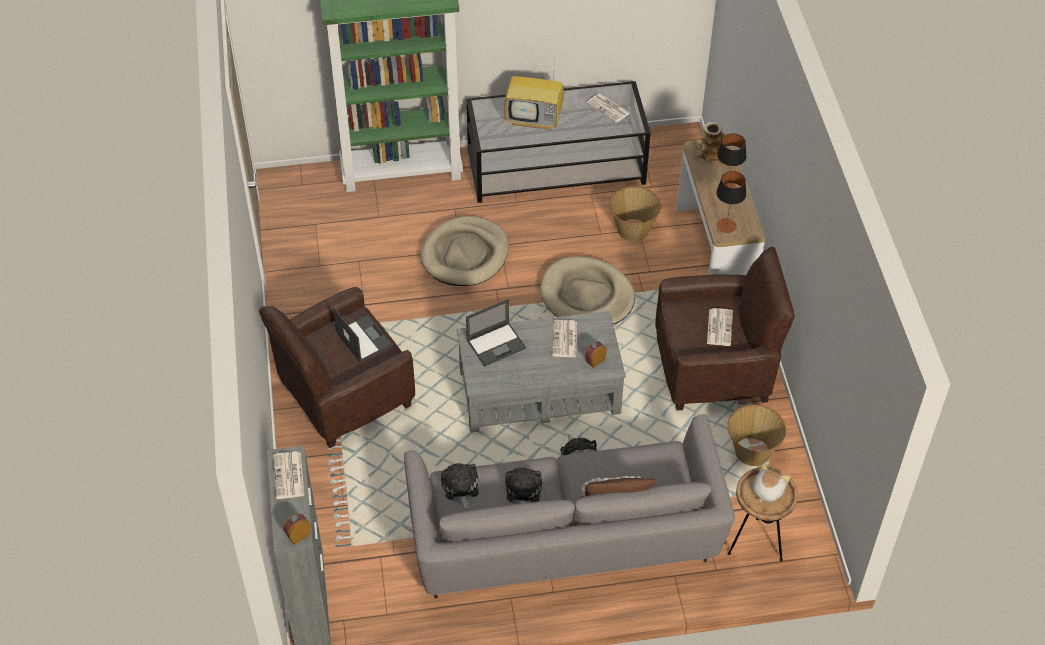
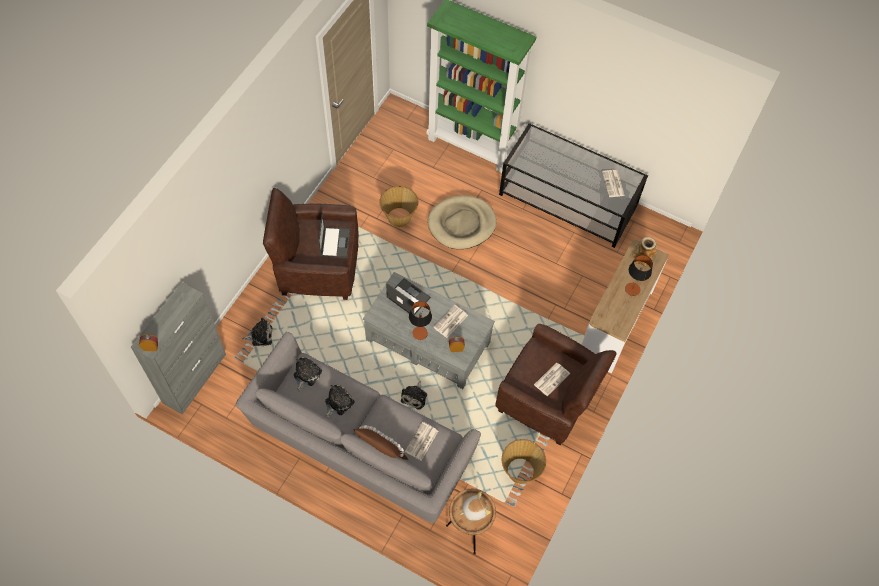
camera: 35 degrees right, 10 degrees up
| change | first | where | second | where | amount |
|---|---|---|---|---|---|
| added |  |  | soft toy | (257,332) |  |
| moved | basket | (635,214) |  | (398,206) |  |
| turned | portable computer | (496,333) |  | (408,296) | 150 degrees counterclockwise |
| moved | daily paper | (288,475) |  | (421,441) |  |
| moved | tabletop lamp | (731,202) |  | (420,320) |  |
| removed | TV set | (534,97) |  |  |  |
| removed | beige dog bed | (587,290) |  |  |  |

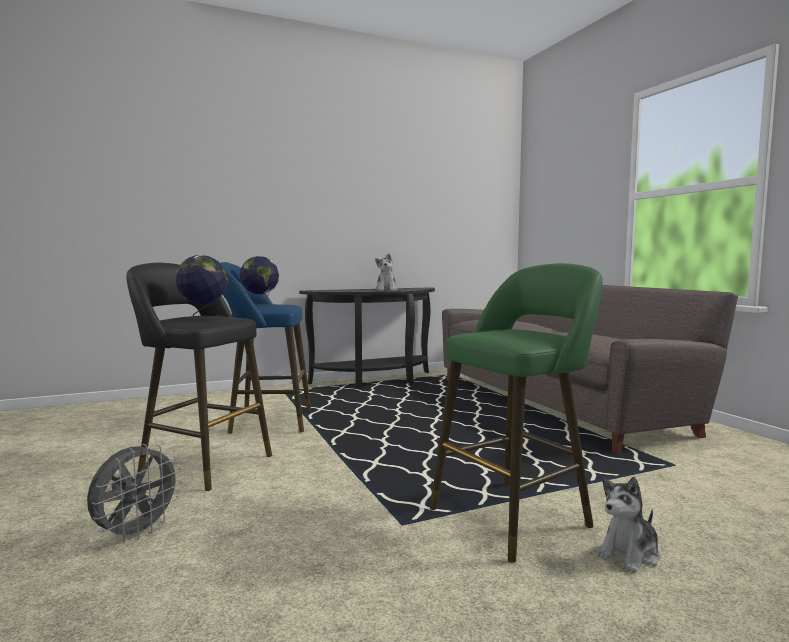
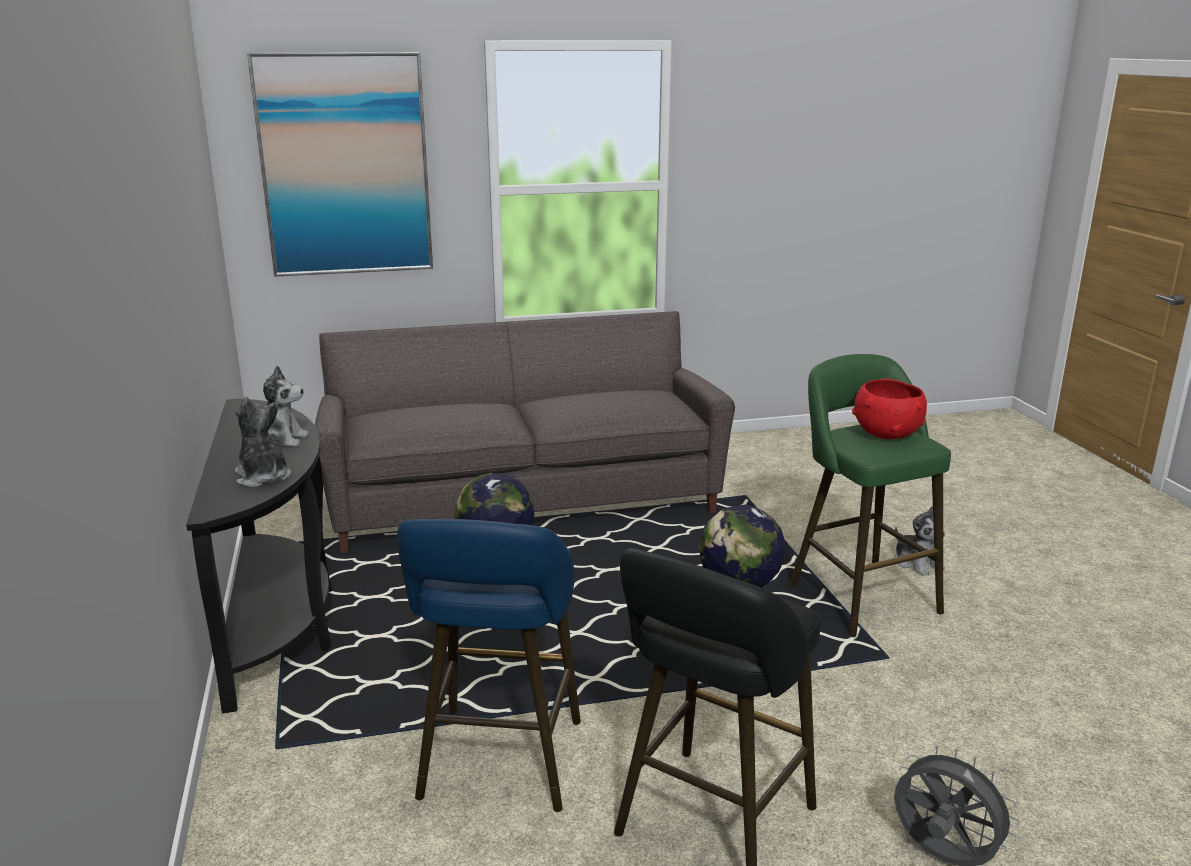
camera: 80 degrees left, 15 degrees up
| change | first | where | second | where | amount |
|---|---|---|---|---|---|
| added |  |  | soft toy | (263,442) |  |
| added |  |  | wall art | (340,164) |  |
| added |  |  | reddish deep dish | (889,409) |  |

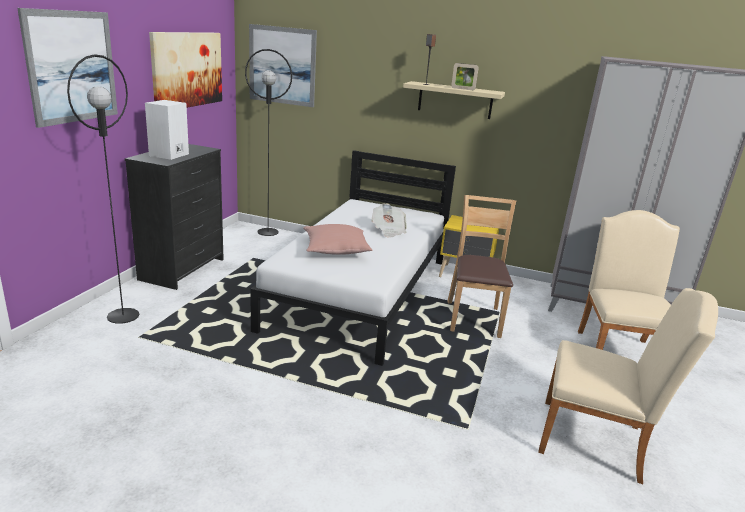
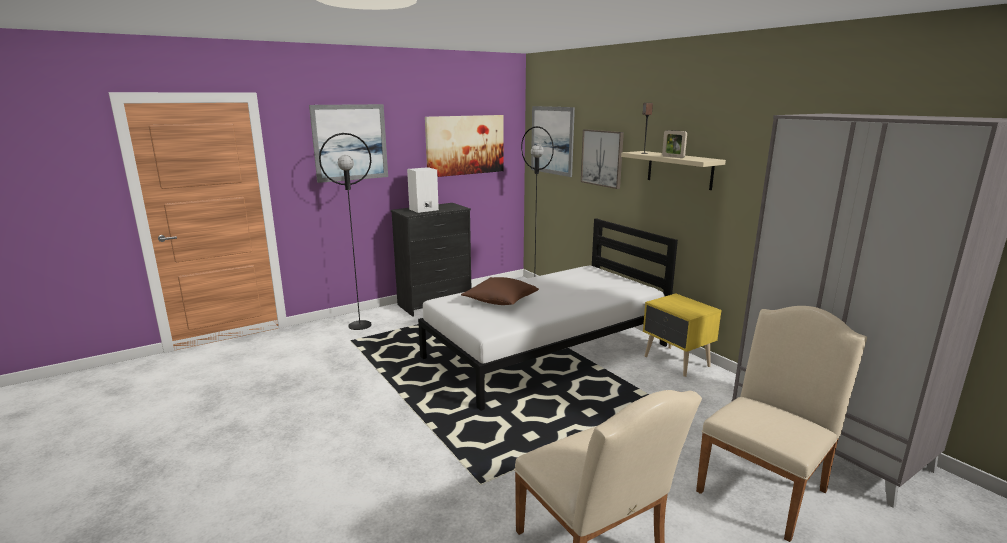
camera: 40 degrees right, 5 degrees down
| change | first | where | second | where | amount |
|---|---|---|---|---|---|
| recoloured | pinkish throw pillow | (338,239) | brown throw pillow | (500,291) |  |
| added |  |  | wall art | (602,159) |  |
| removed | daily paper | (389,221) |  |  |  |
| removed | brown chair | (481,266) |  |  |  |

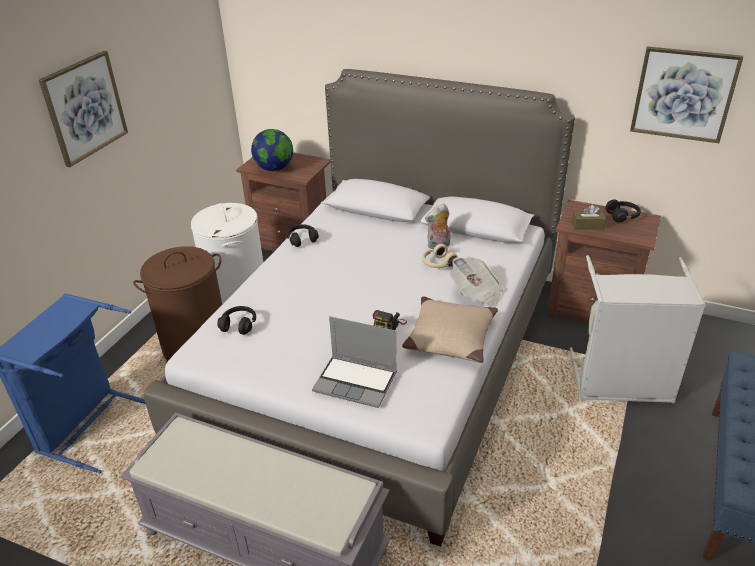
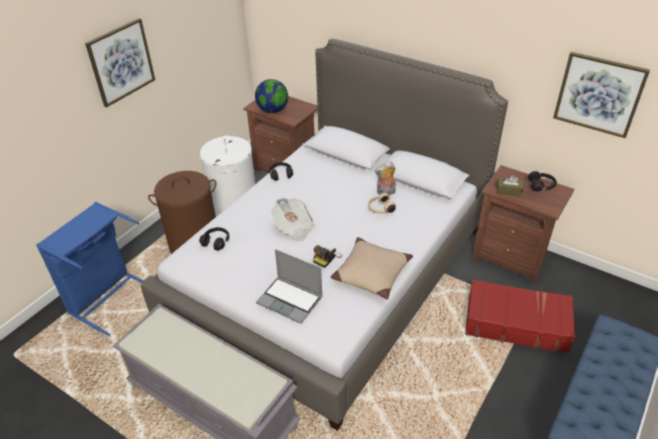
camera: 10 degrees right, 5 degrees up
| change | first | where | second | where | amount |
|---|---|---|---|---|---|
| moved | daily paper | (476,282) |  | (293,219) |  |
| replaced | grey laundry basket | (638,329) | reddish travel case | (520,316) |  |

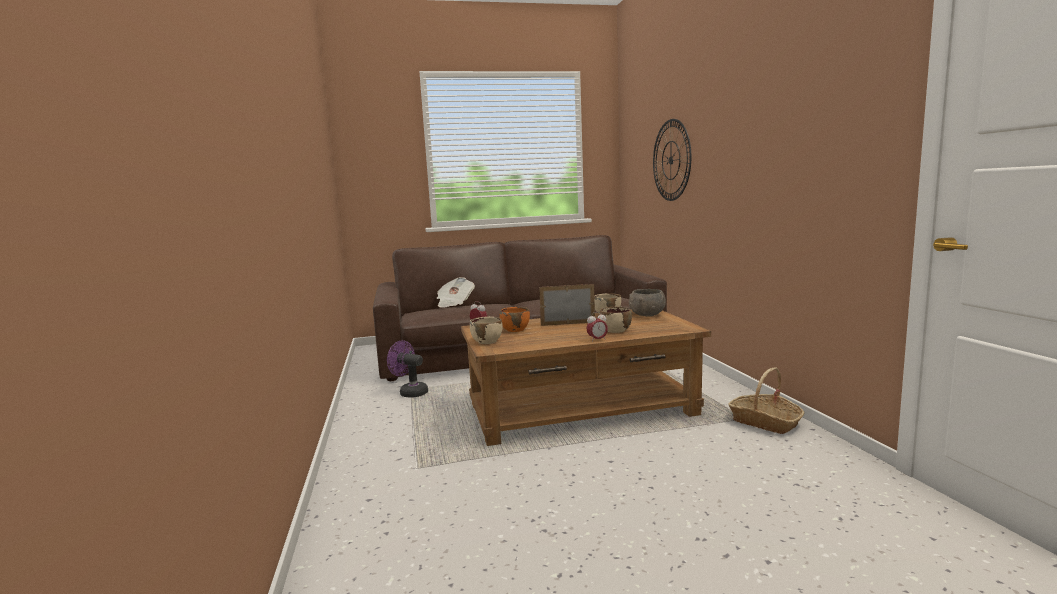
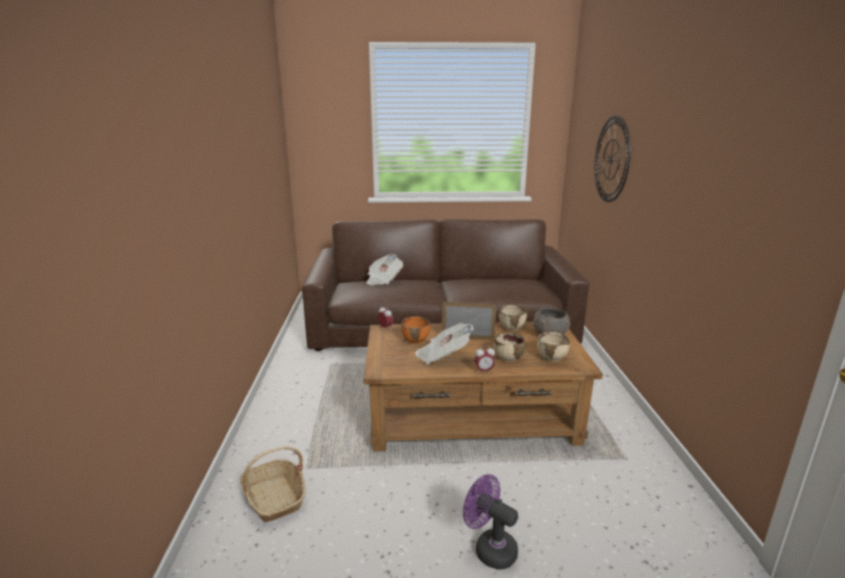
camera: 10 degrees right, 10 degrees up
| change | first | where | second | where | amount |
|---|---|---|---|---|---|
| moved | basket | (766,400) |  | (273,484) |  |
| added |  |  | daily paper | (444,344) |  |
| moved | purplish cooling fan | (407,369) |  | (490,522) |  |
| moved | beige deep dish | (486,330) |  | (553,346) |  |

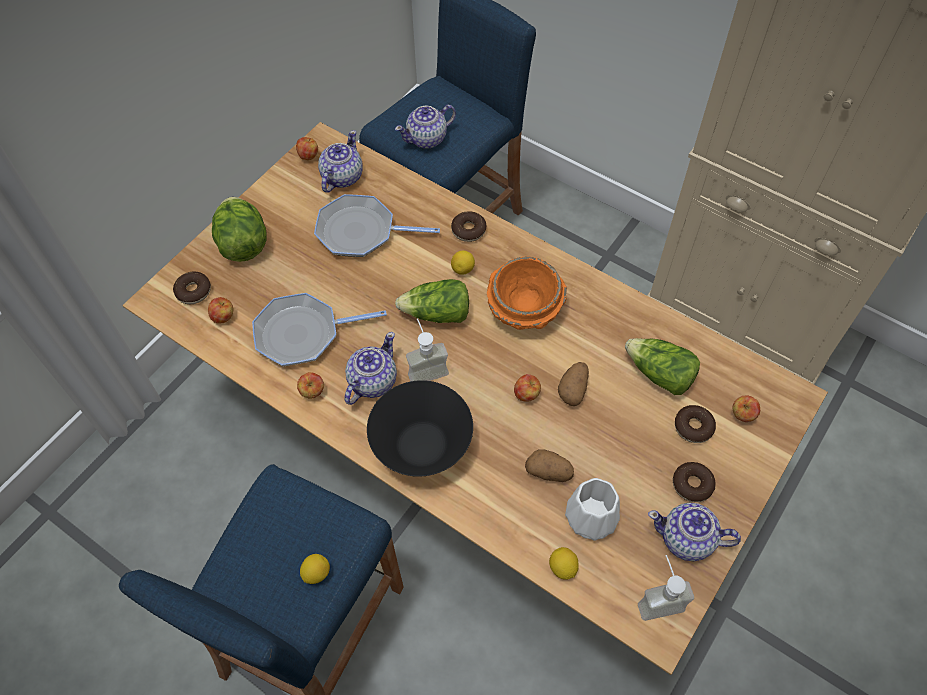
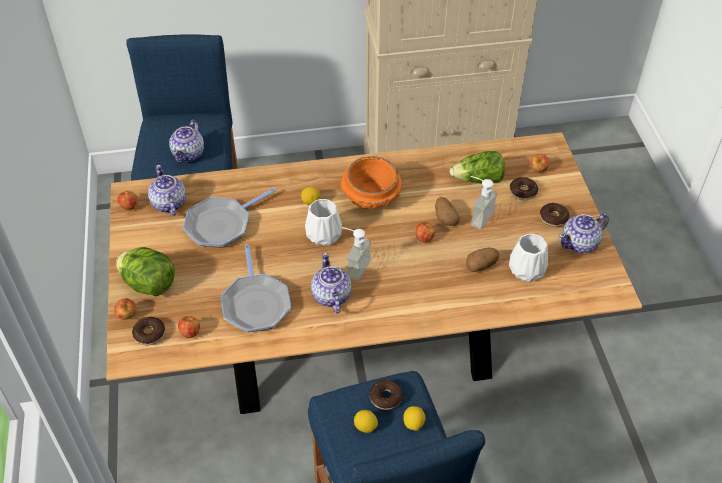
camera: 45 degrees left, 10 degrees down
| change | first | where | second | where | amount |
|---|---|---|---|---|---|
| moved | apple fruit | (310,385) |  | (125,309) |  |
| turned | skillet | (319,329) |  | (256,288) | 45 degrees counterclockwise |
| replaced | lettuce | (432,301) | white-coloured decorative vase | (323,222) |  |
| moved | citrus fruit | (564,563) |  | (366,421) |  |
| moved | doughnut | (468,226) |  | (386,394) |  |
| moved | soap dispenser | (666,588) |  | (484,203) |  |
| removed | blackish deep dish | (420,428) |  |  |  |

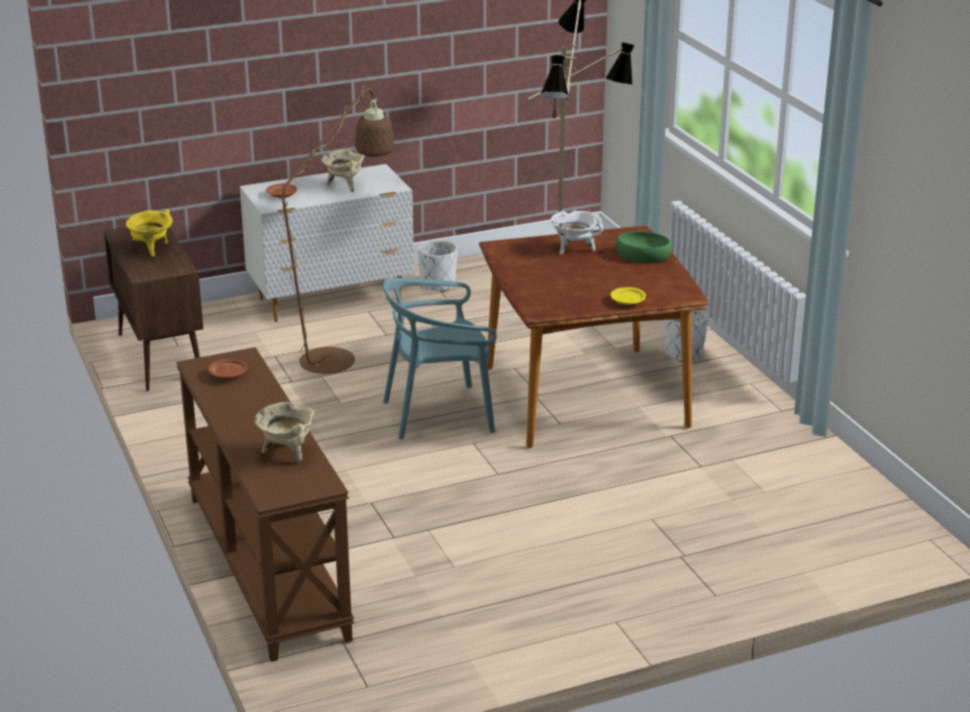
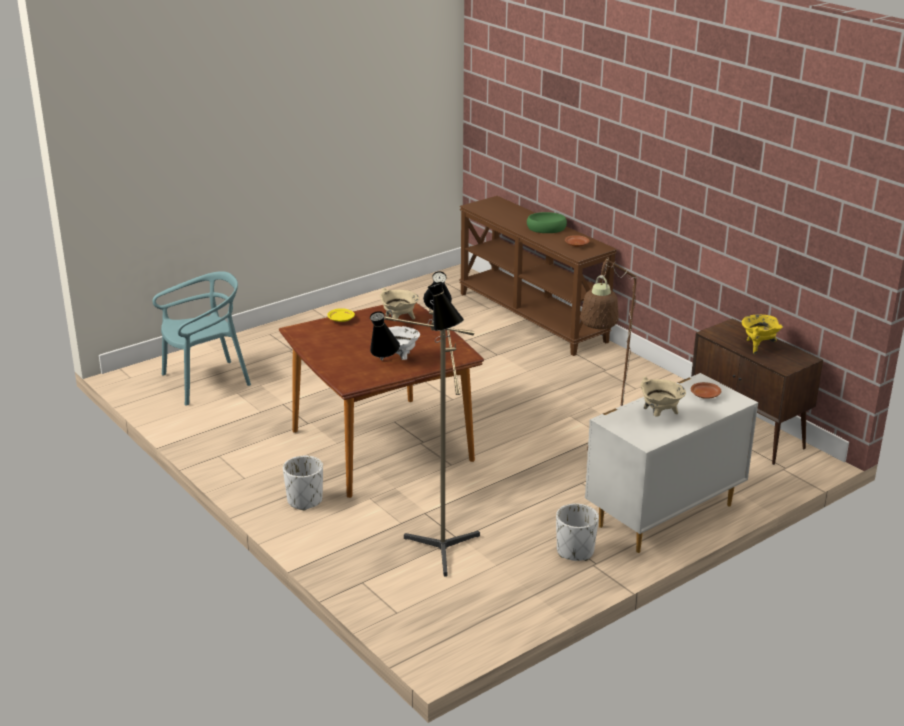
camera: 165 degrees right, 0 degrees up
| change | first | where | second | where | amount |
|---|---|---|---|---|---|
| moved | blue-green chair | (440,359) |  | (201,338) |  |
| moved | beige stockpot | (284,433) |  | (399,303) |  |
| moved | green-coloured deep dish | (643,247) |  | (547,222) |  |

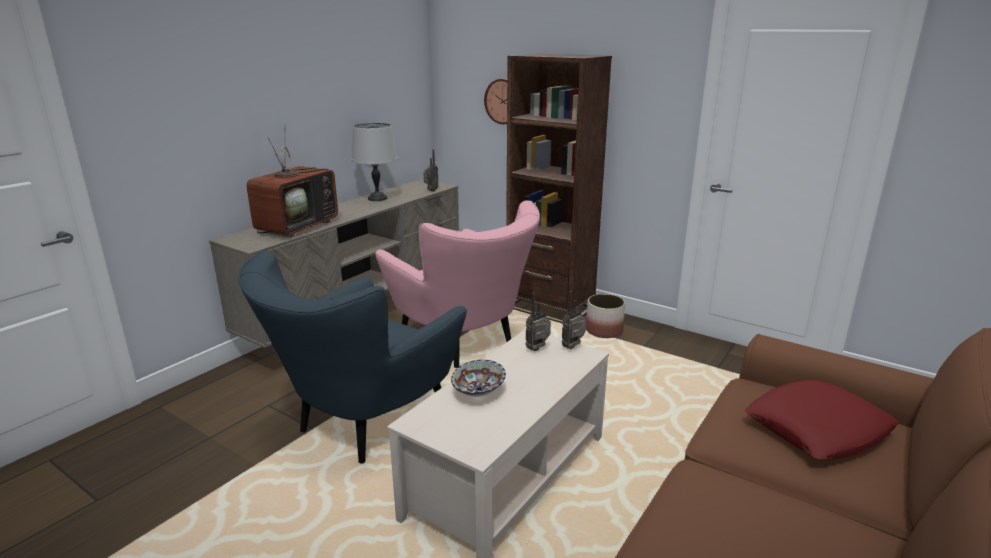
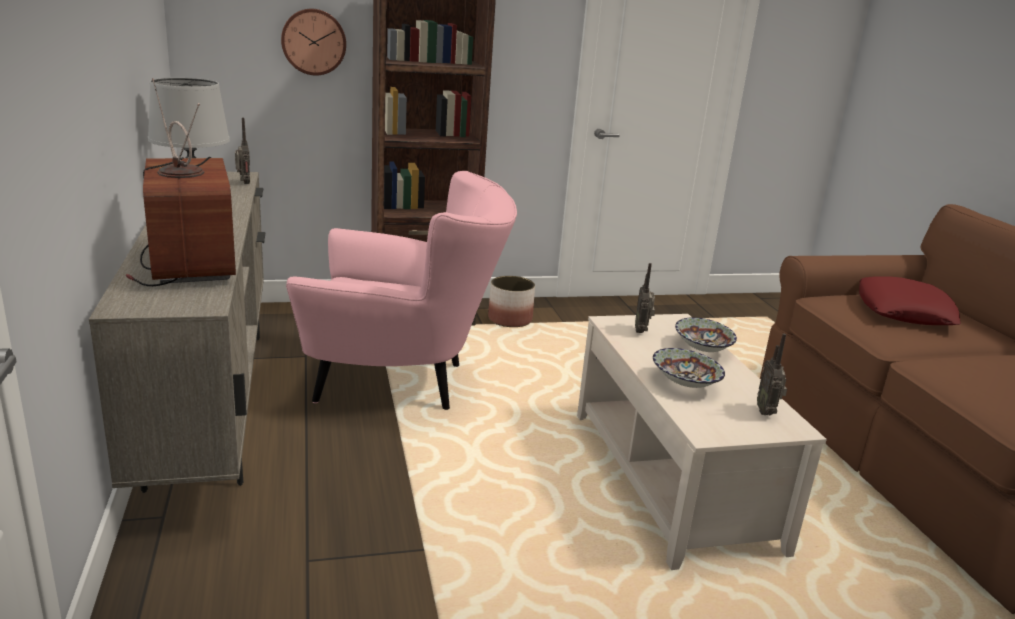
camera: 50 degrees left, 0 degrees up
| change | first | where | second | where | amount |
|---|---|---|---|---|---|
| added |  |  | deep dish | (706,334) |  |
| moved | radio set | (573,320) |  | (772,374) |  |
| removed | bluish armchair | (352,357) |  |  |  |

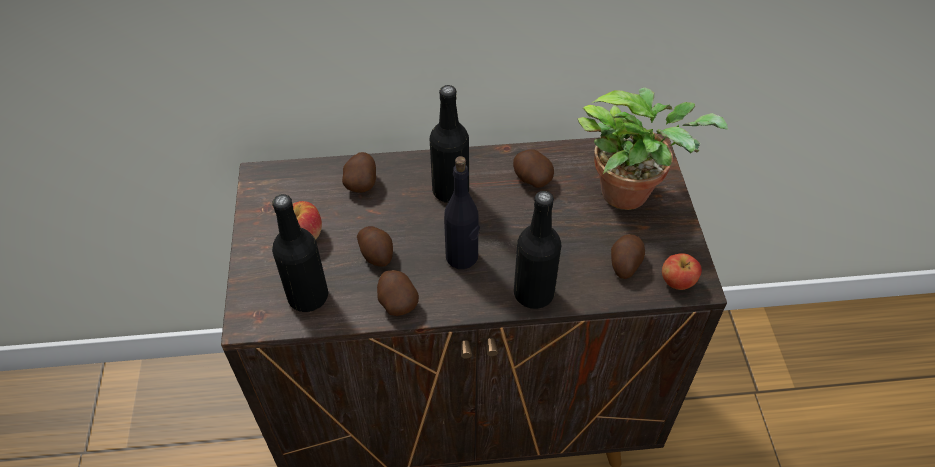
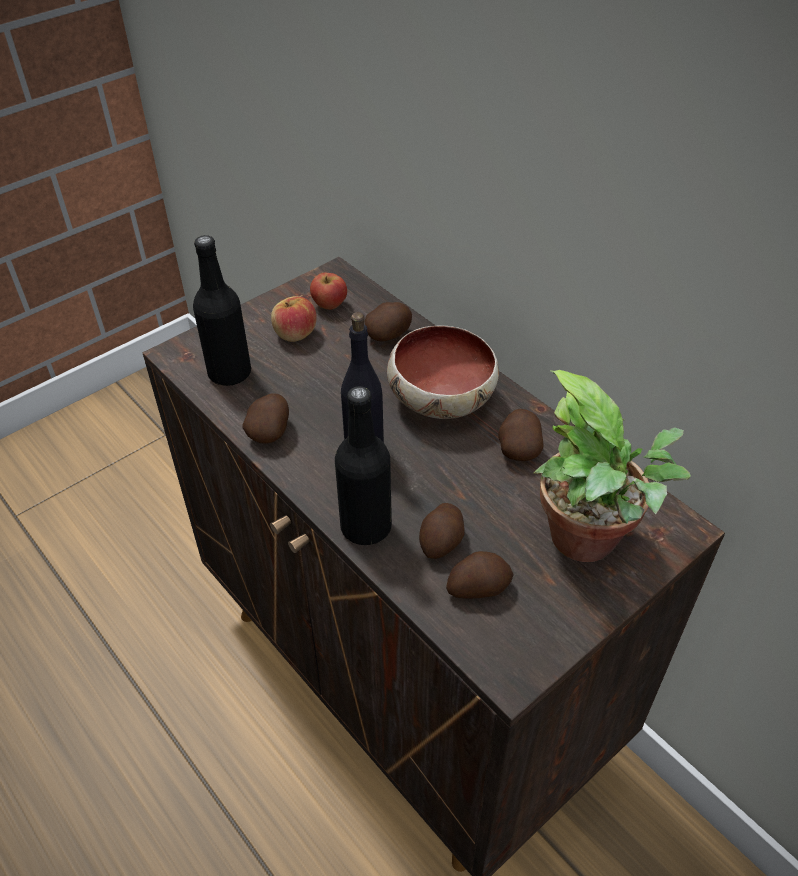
camera: 55 degrees right, 5 degrees down
| change | first | where | second | where | amount |
|---|---|---|---|---|---|
| moved | apple fruit | (682,271) |  | (328,291) |  |
| replaced | blackish drink bottle | (449,144) | deep dish | (443,372) |  |
| moved | whole potato | (375,246) |  | (442,531) |  |

